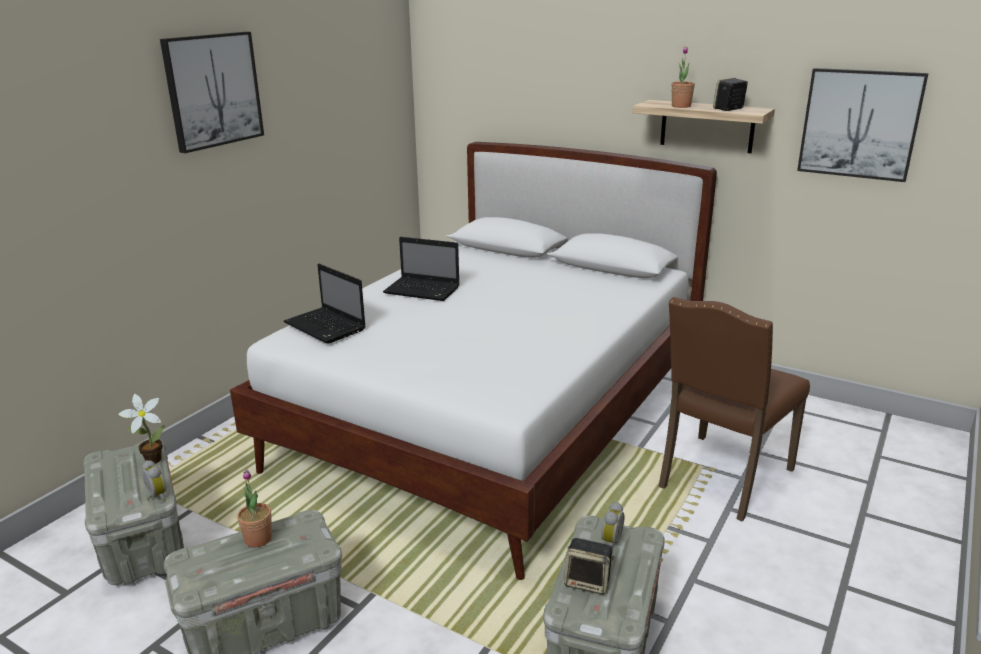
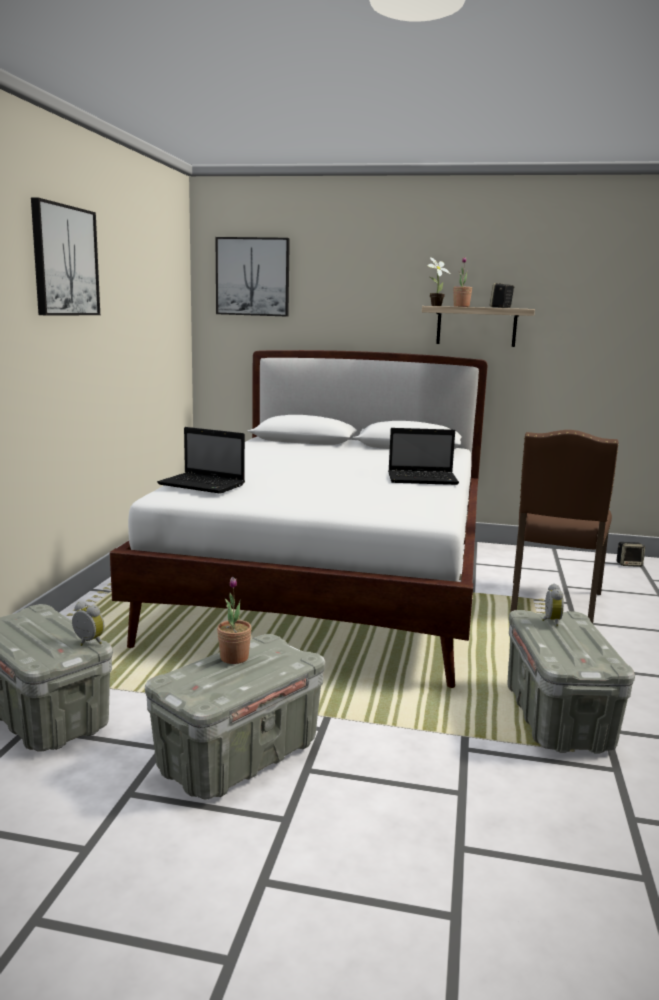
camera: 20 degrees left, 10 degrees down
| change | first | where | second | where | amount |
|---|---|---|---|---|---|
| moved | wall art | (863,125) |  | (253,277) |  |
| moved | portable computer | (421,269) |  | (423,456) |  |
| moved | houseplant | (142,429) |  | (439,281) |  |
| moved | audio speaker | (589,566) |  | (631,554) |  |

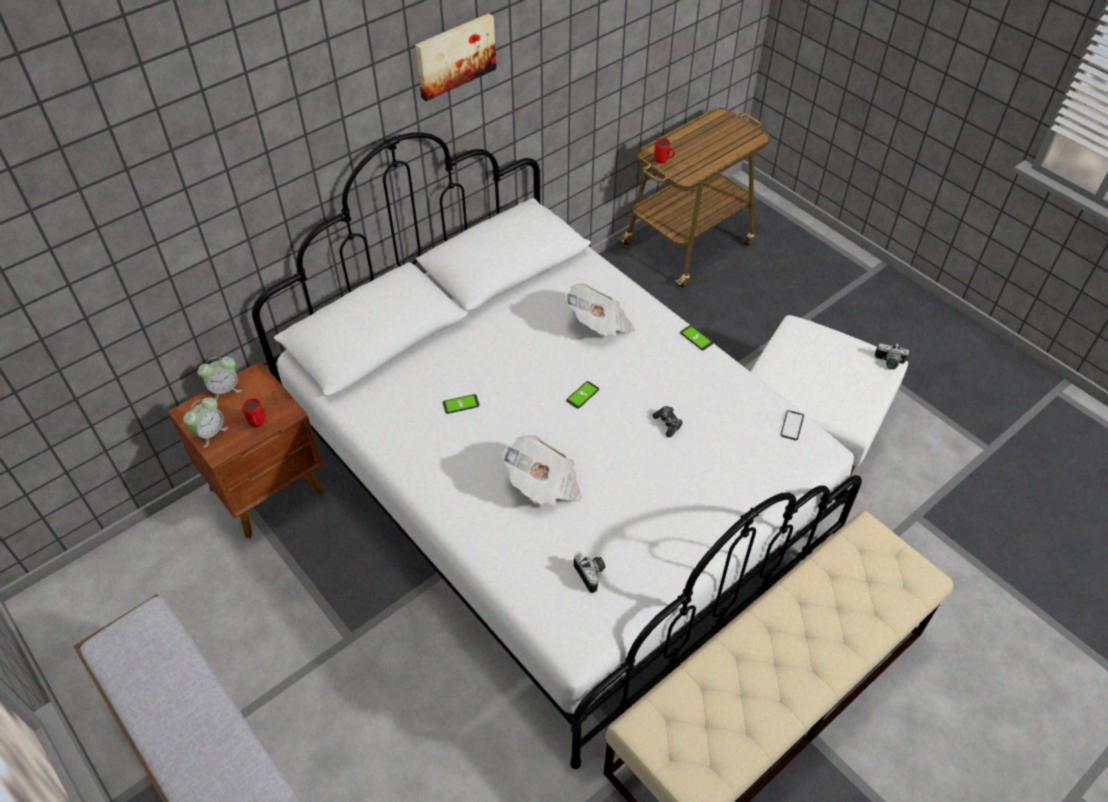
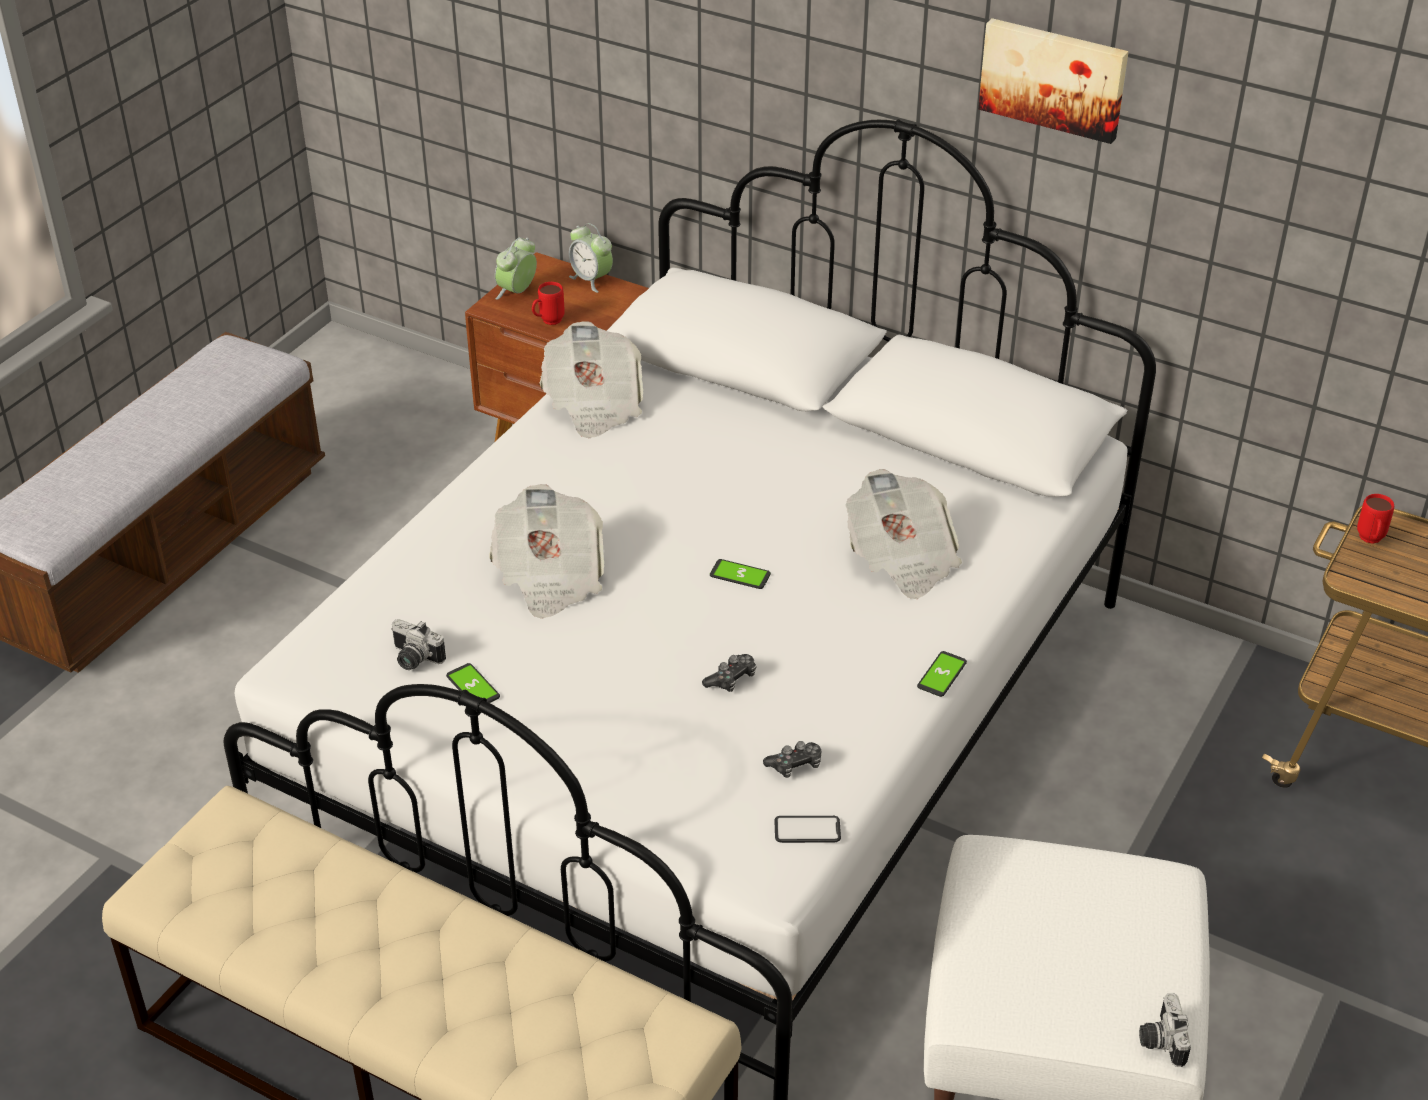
camera: 70 degrees right, 10 degrees down
| change | first | where | second | where | amount |
|---|---|---|---|---|---|
| turned | photo camera | (589,572) |  | (418,644) | 75 degrees clockwise |
| moved | phone | (461,404) |  | (473,683) |  |
| turned | bedside clock | (205,423) |  | (516,268) | 105 degrees clockwise |
| added |  |  | daily paper | (591,379) |  |
| added |  |  | joypad | (792,759) |  |

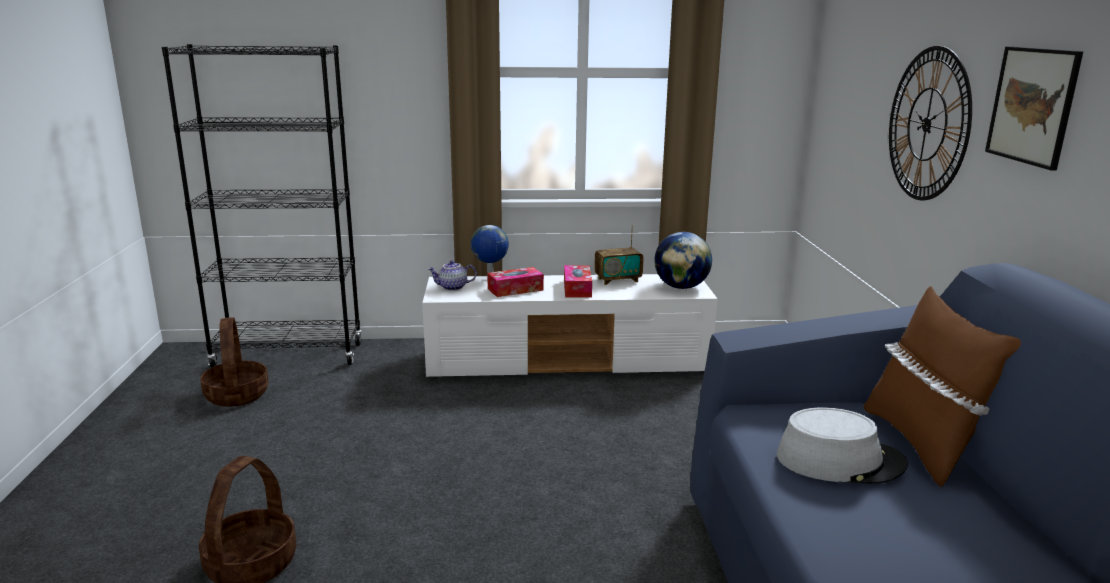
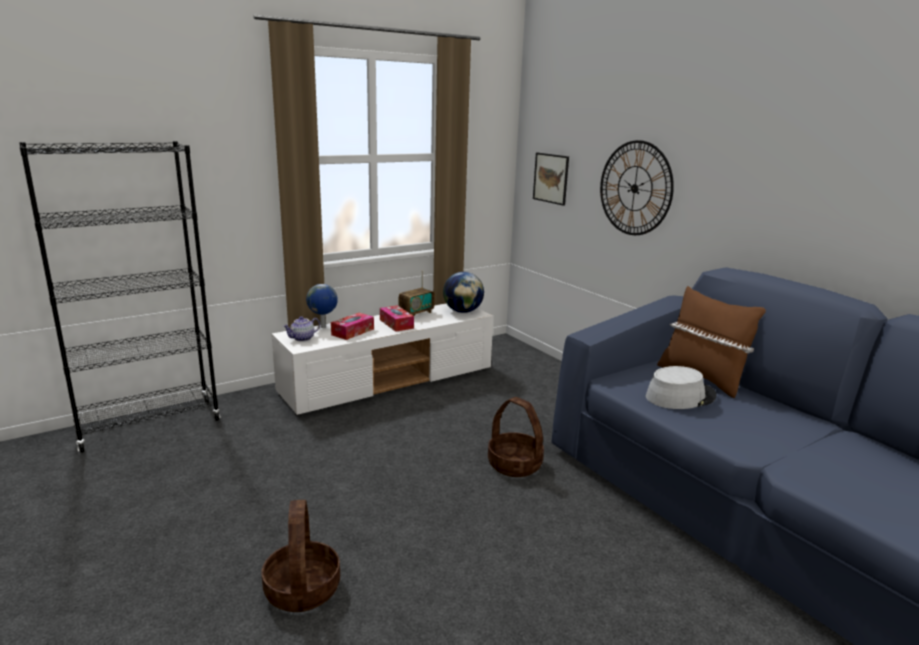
camera: 30 degrees left, 0 degrees up
| change | first | where | second | where | amount |
|---|---|---|---|---|---|
| moved | basket | (234,362) |  | (516,437) |  |
| moved | wall art | (1034,109) |  | (551,179) |  |

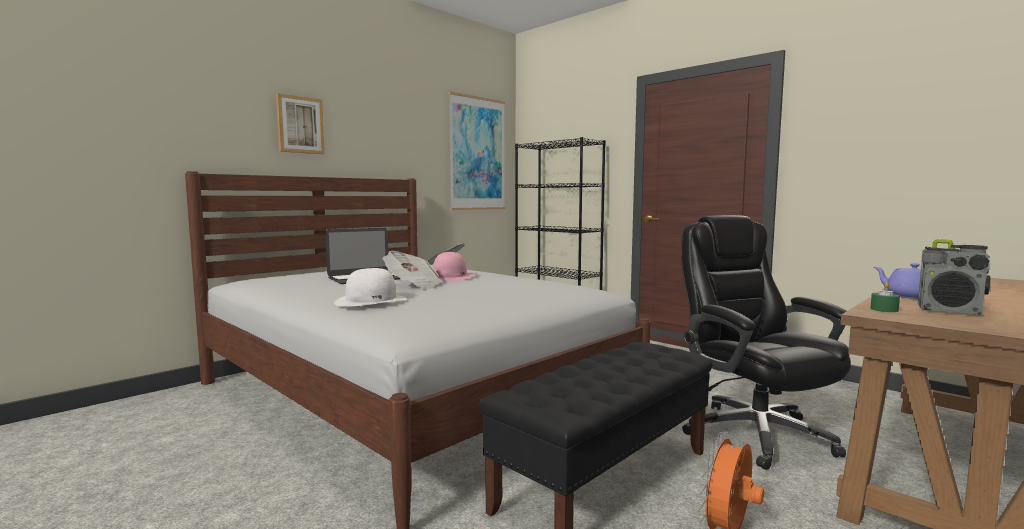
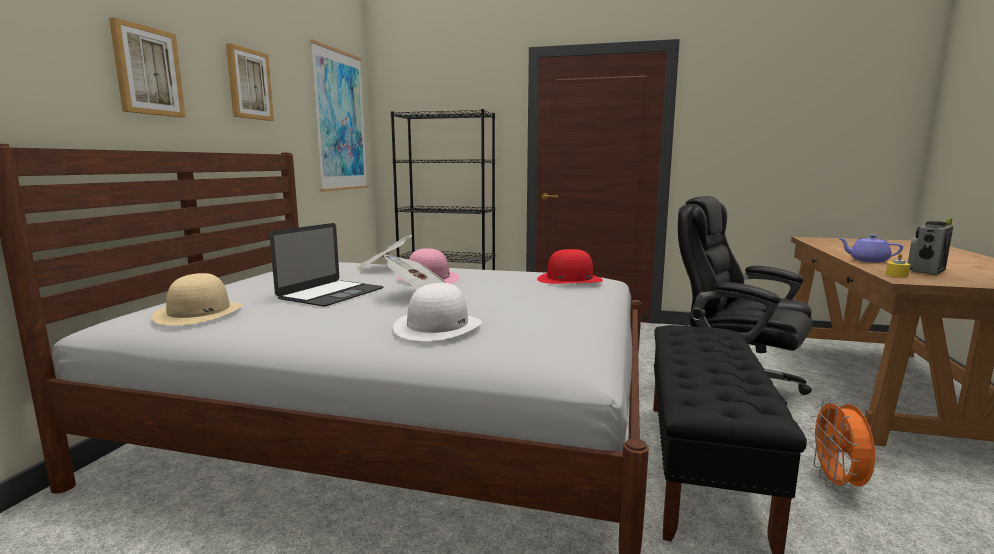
camera: 30 degrees left, 5 degrees up
| change | first | where | second | where | amount |
|---|---|---|---|---|---|
| added |  |  | beige hat | (197,299) |  |
| added |  |  | wall art | (250,82) |  |
| added |  |  | reddish hat | (570,266) |  |
| recoloured | green-coloured candle | (885,297) | yellowish candle | (898,265) |  |
| turned | radio set | (954,277) |  | (930,246) | 135 degrees clockwise |

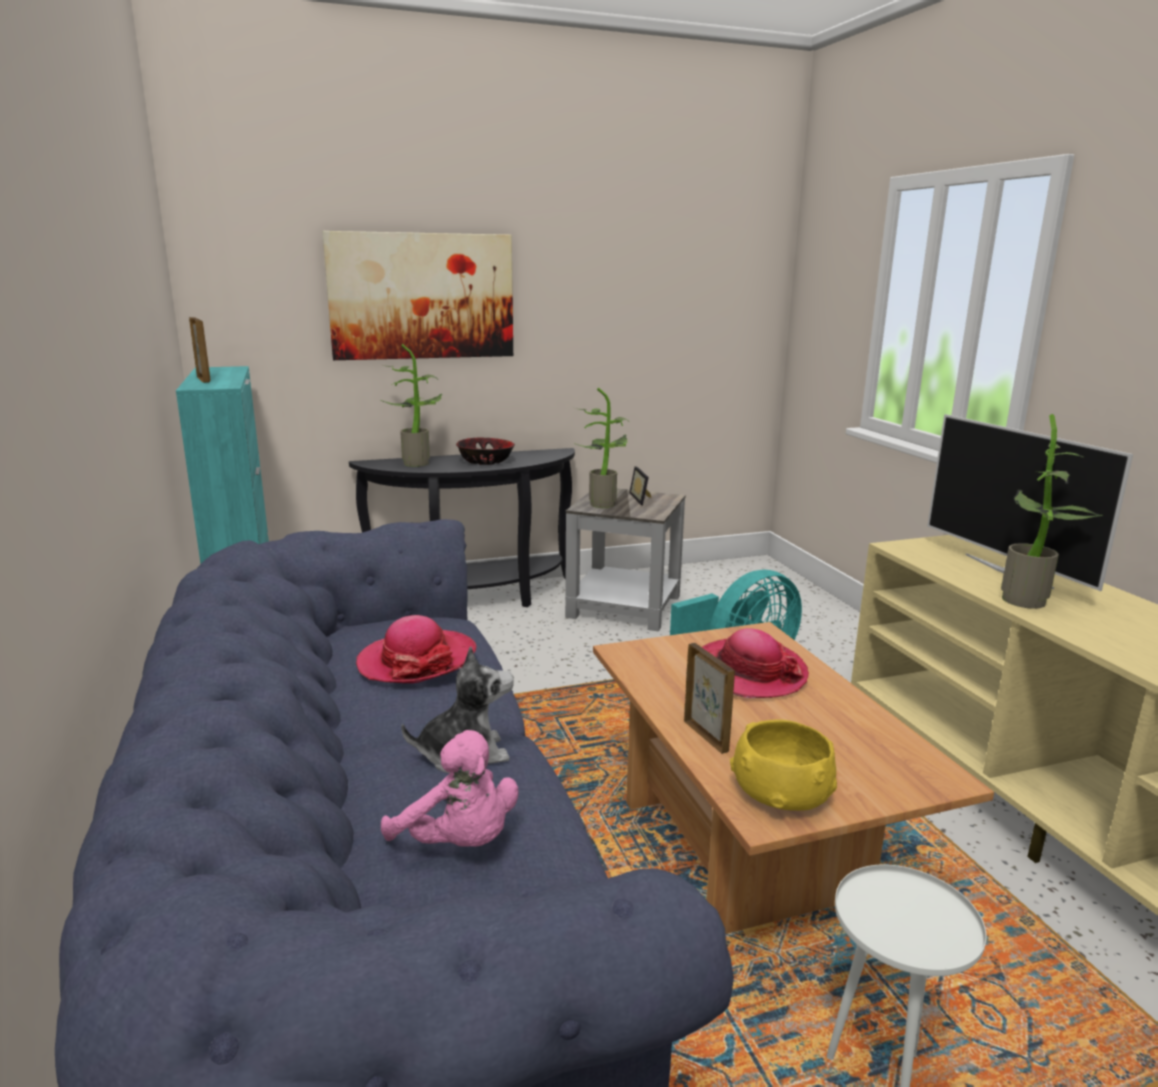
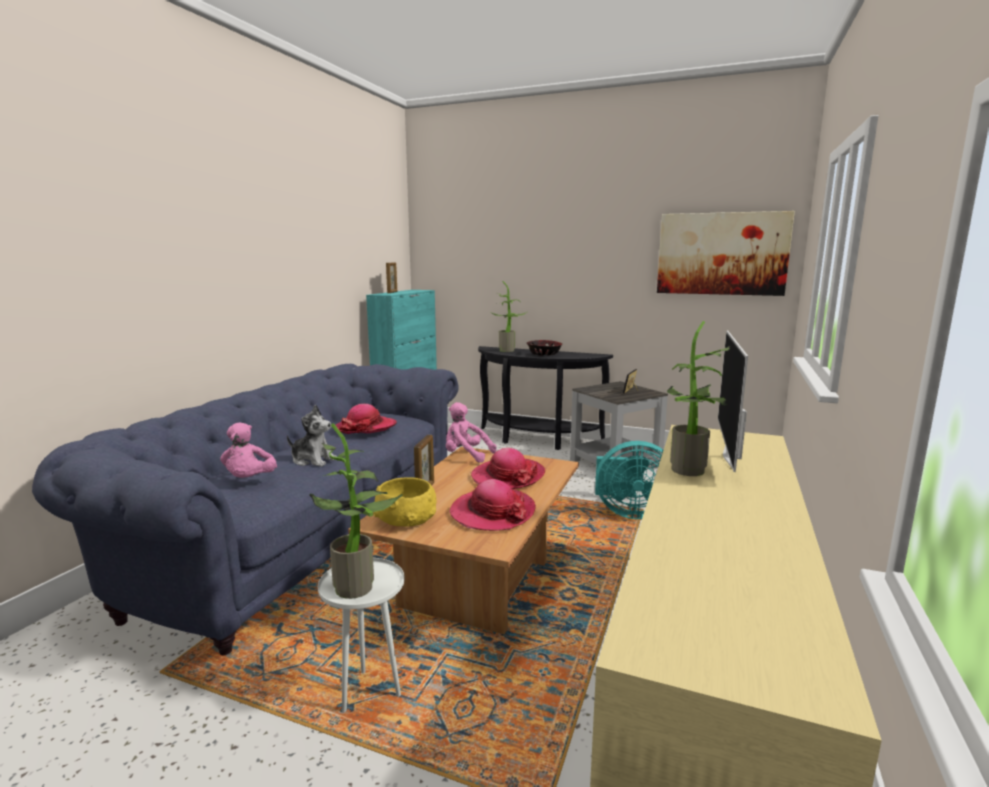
camera: 40 degrees right, 5 degrees down
| change | first | where | second | where | amount |
|---|---|---|---|---|---|
| moved | houseplant | (601,448) |  | (356,511) |  |
| added |  |  | pinkish soft toy | (471,432) |  |
| added |  |  | hat | (493,505) |  |
| moved | wall art | (417,295) |  | (726,253) |  |

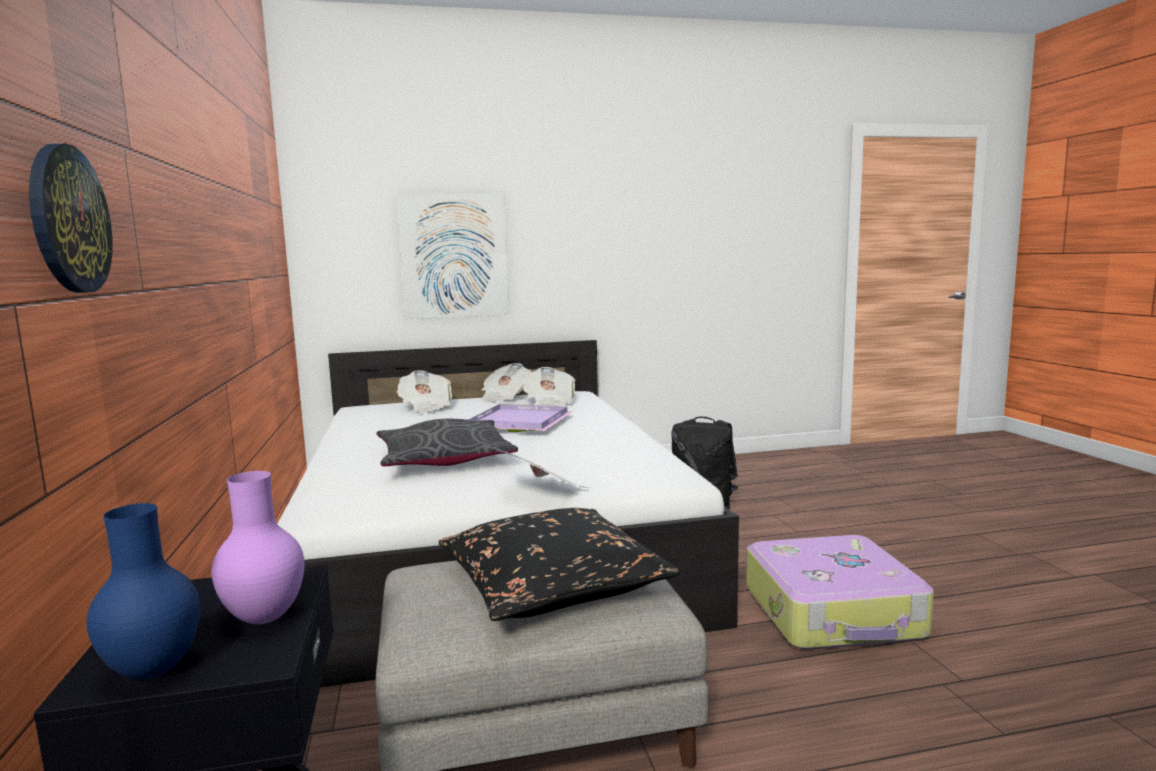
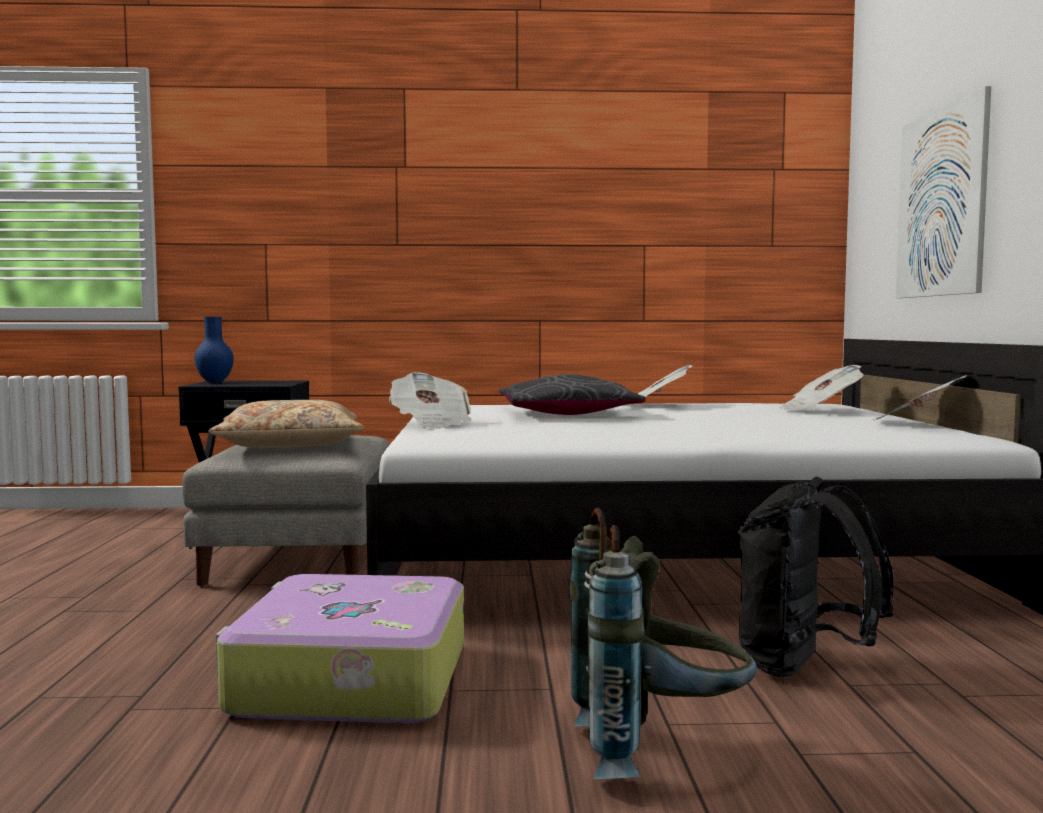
camera: 100 degrees right, 5 degrees down
| change | first | where | second | where | amount |
|---|---|---|---|---|---|
| recoloured | blackish throw pillow | (559,564) | beige throw pillow | (286,424) |  |
| added |  |  | grey backpack | (663,643) |  |
| moved | daily paper | (548,388) |  | (660,385) |  |
| removed | clock on the wall | (71,218) |  |  |  |
| removed | purplish decorative vase | (258,547) |  |  |  |
| removed | purplish carrying tray | (521,418) |  |  |  |

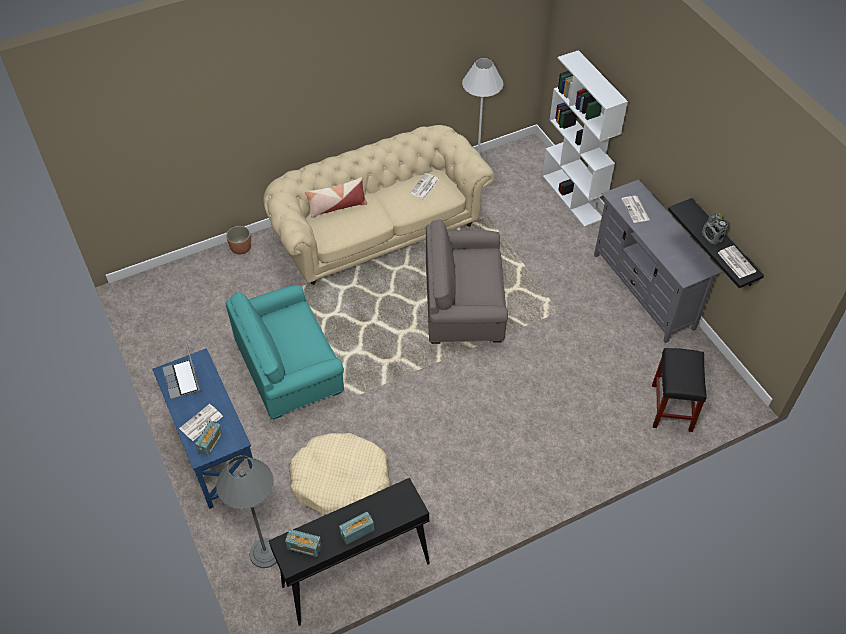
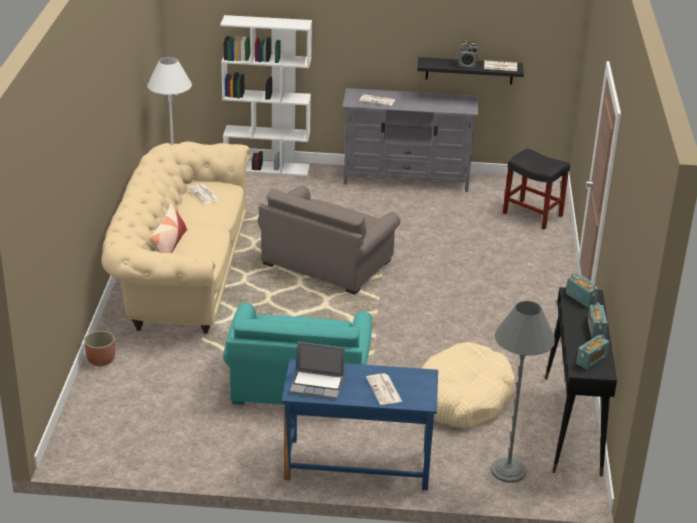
camera: 60 degrees left, 20 degrees down
| change | first | where | second | where | amount |
|---|---|---|---|---|---|
| moved | radio set | (209,438) |  | (582,290) |  |

